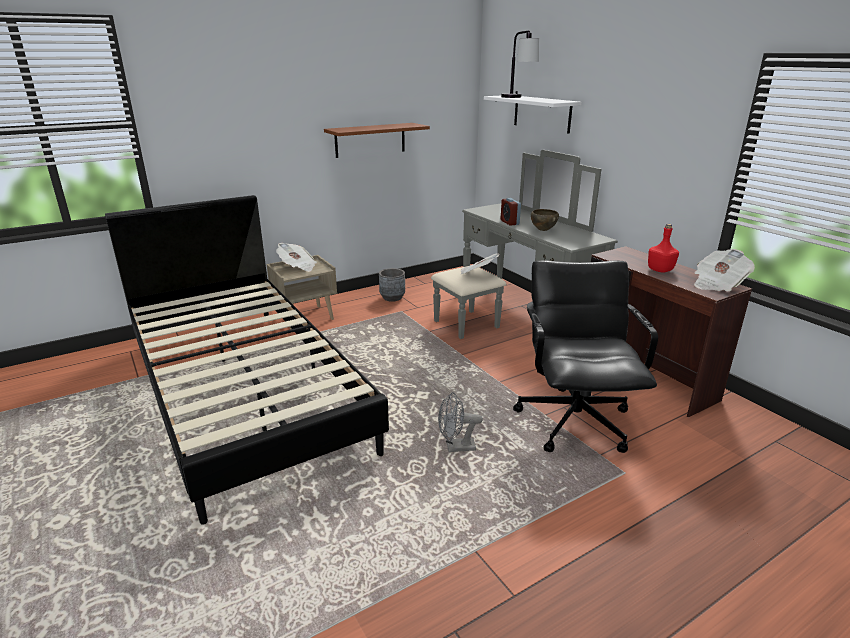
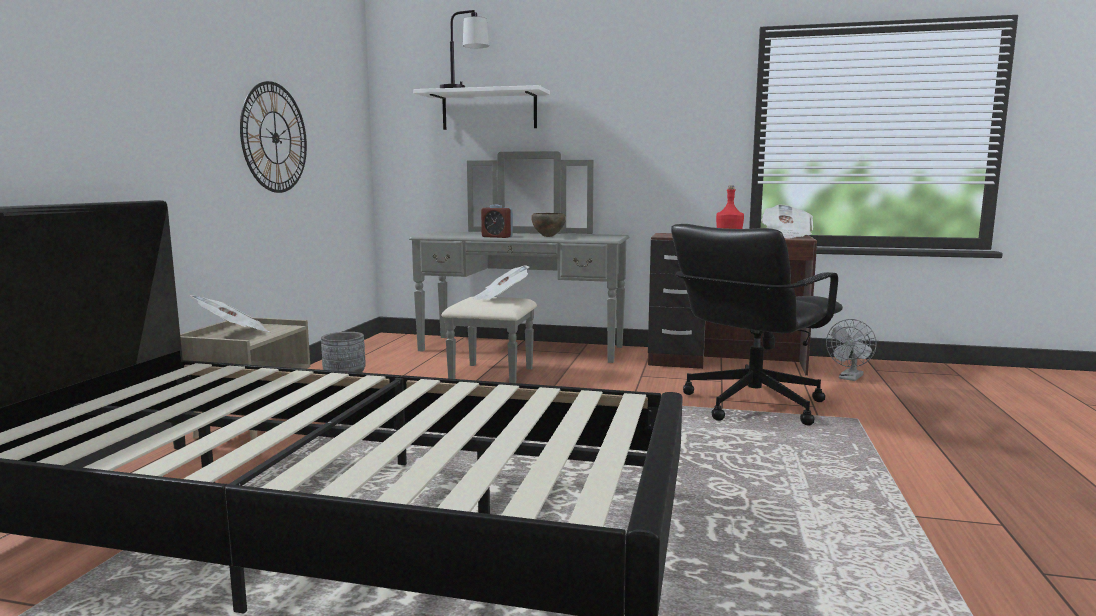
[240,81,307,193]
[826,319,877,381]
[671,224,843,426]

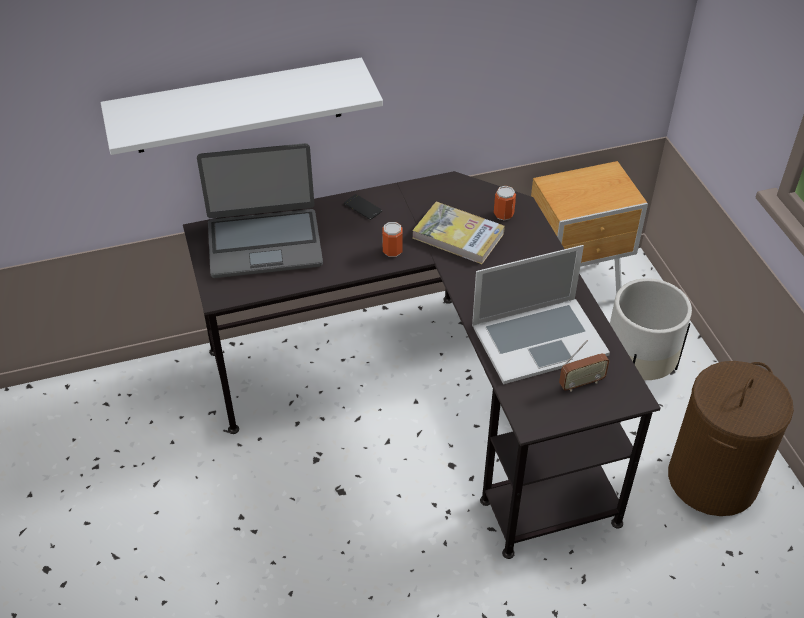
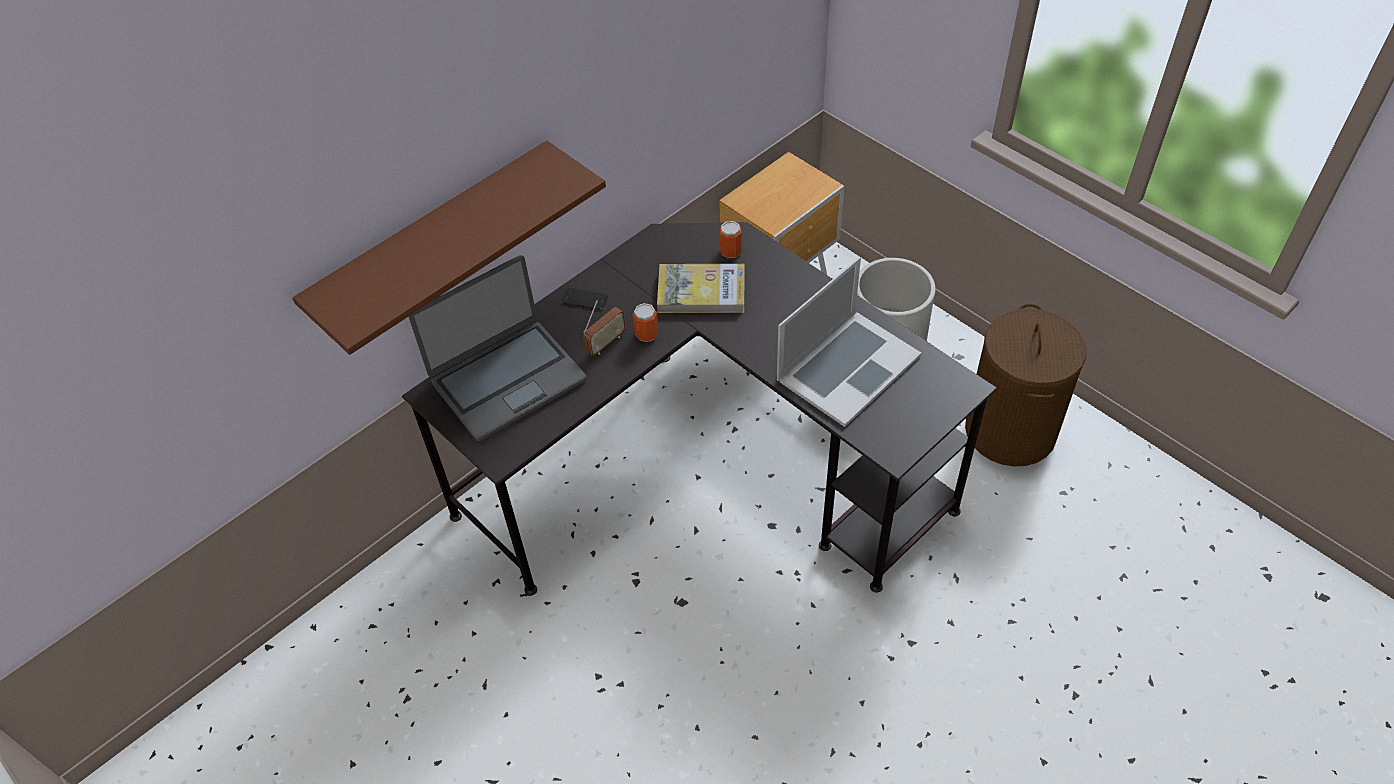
[292,140,606,355]
[583,300,626,356]

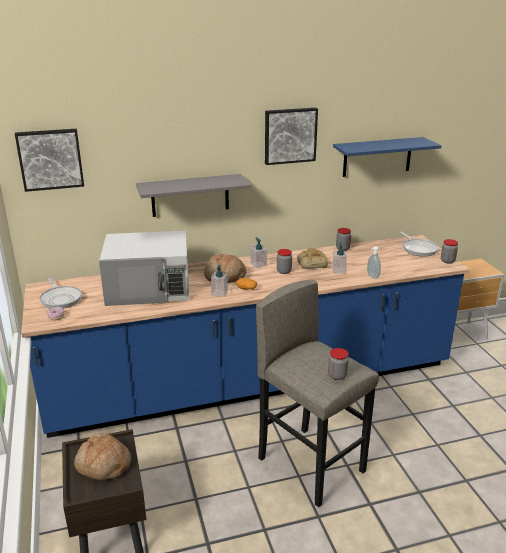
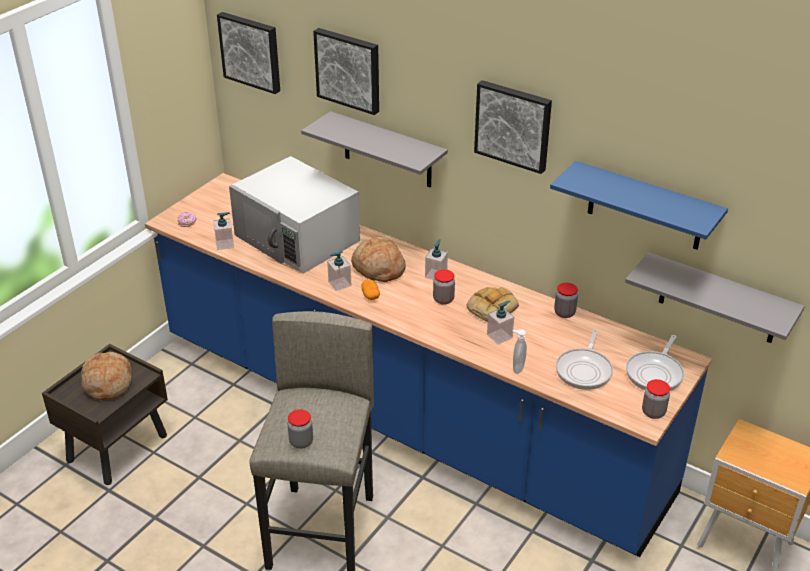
[556,330,613,390]
[213,212,234,250]
[313,28,379,115]
[625,252,805,343]

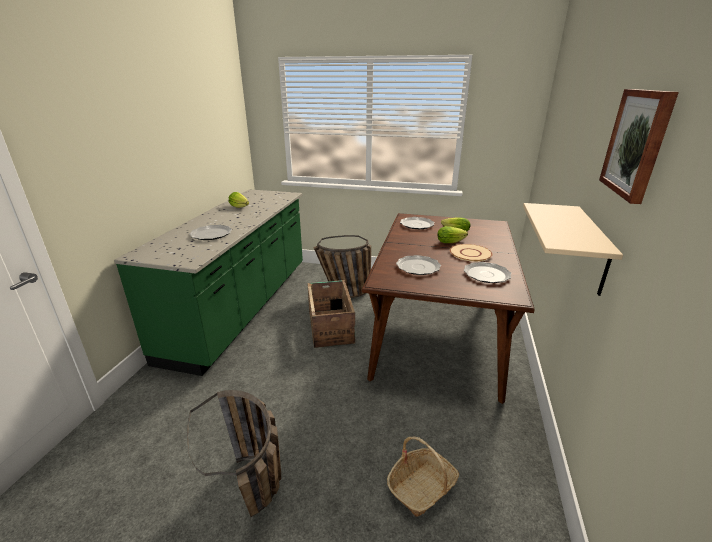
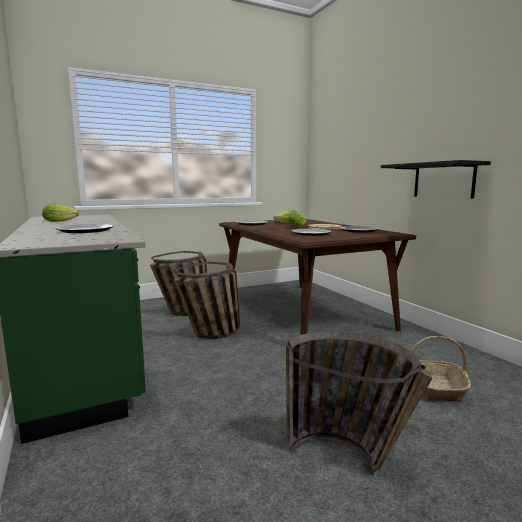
[173,262,240,339]
[381,160,491,199]
[599,89,679,204] (first image)

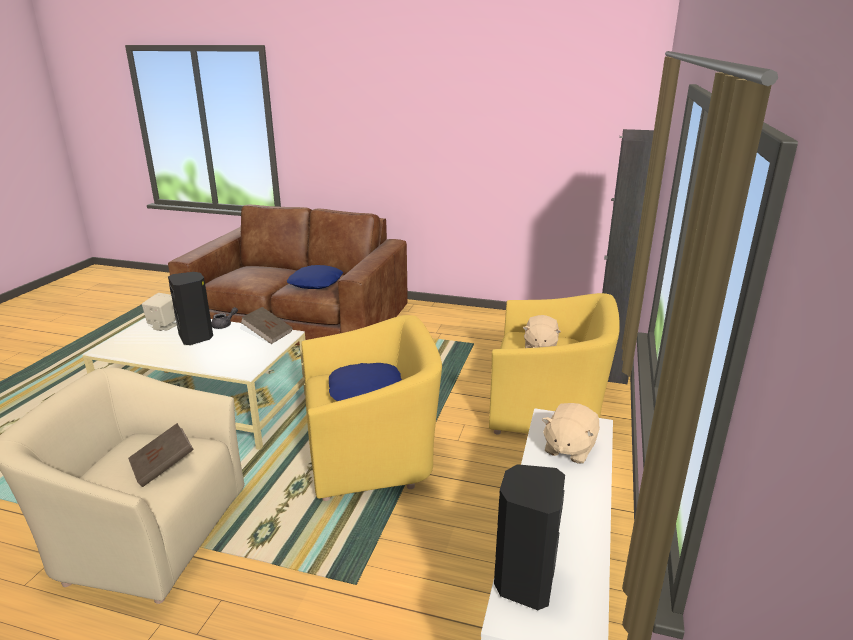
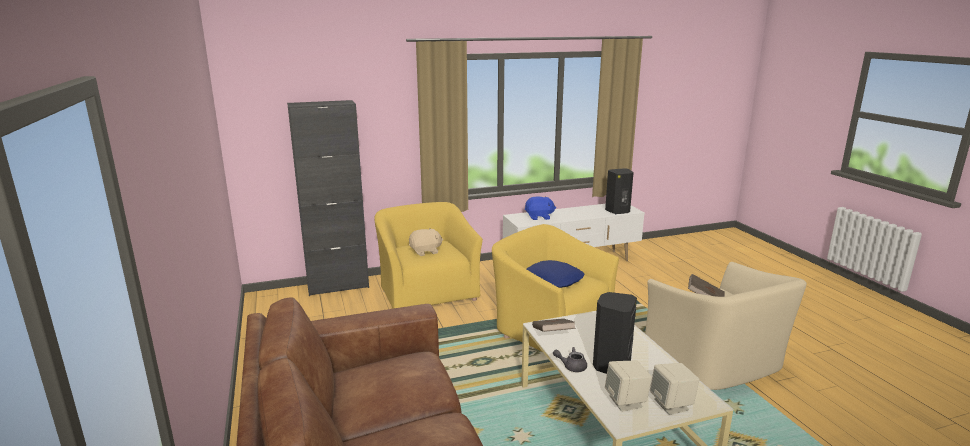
[287,265,343,289] (first image)
[525,196,556,220]
[650,363,699,415]

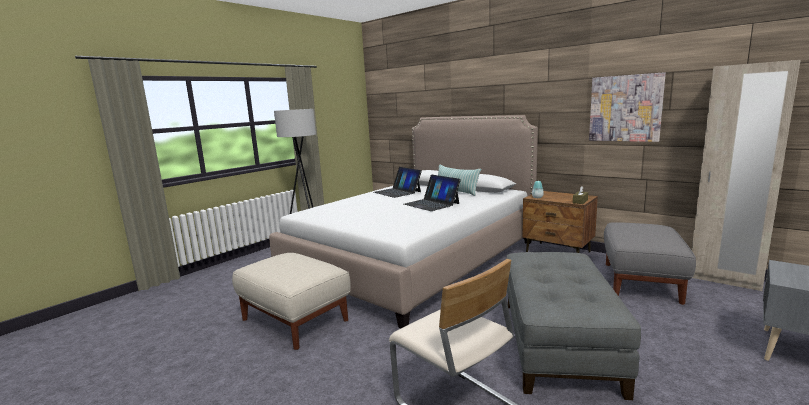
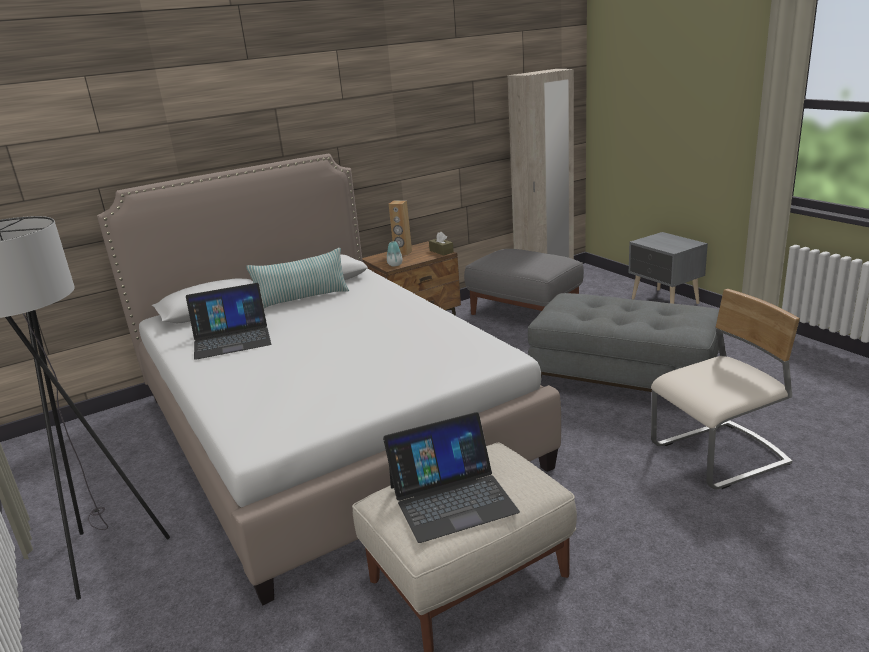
[383,412,520,543]
[589,72,666,142] (first image)
[389,201,412,255]

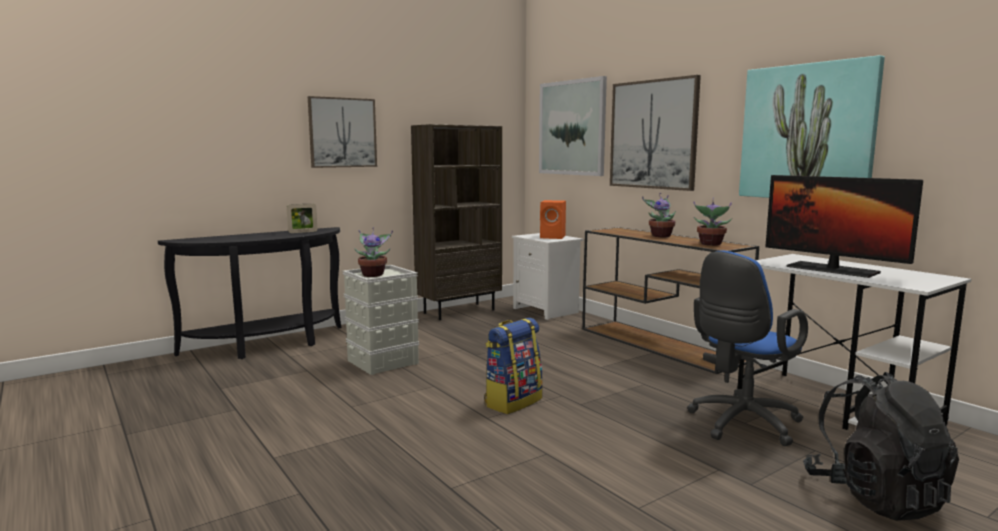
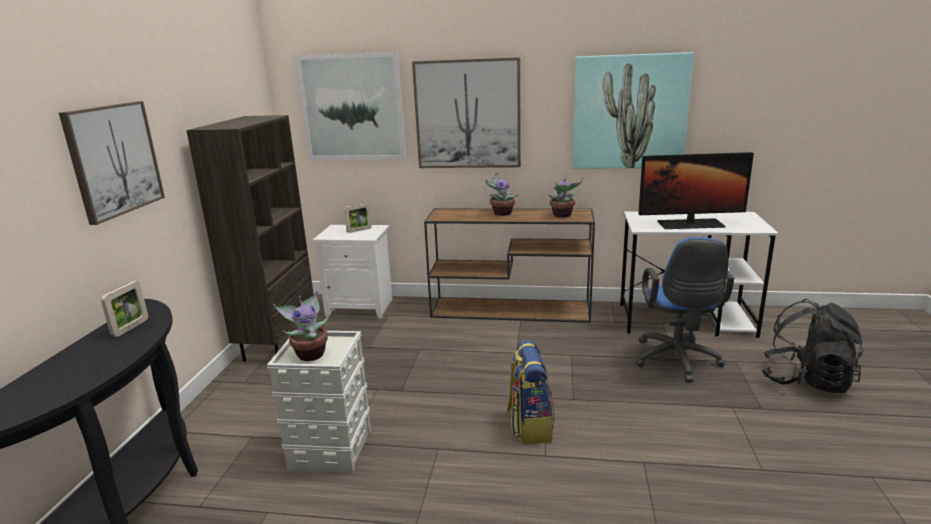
[344,203,372,233]

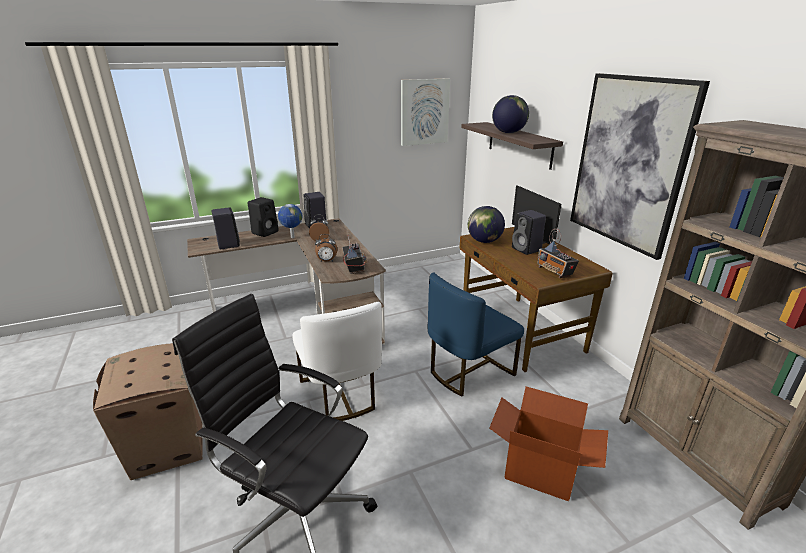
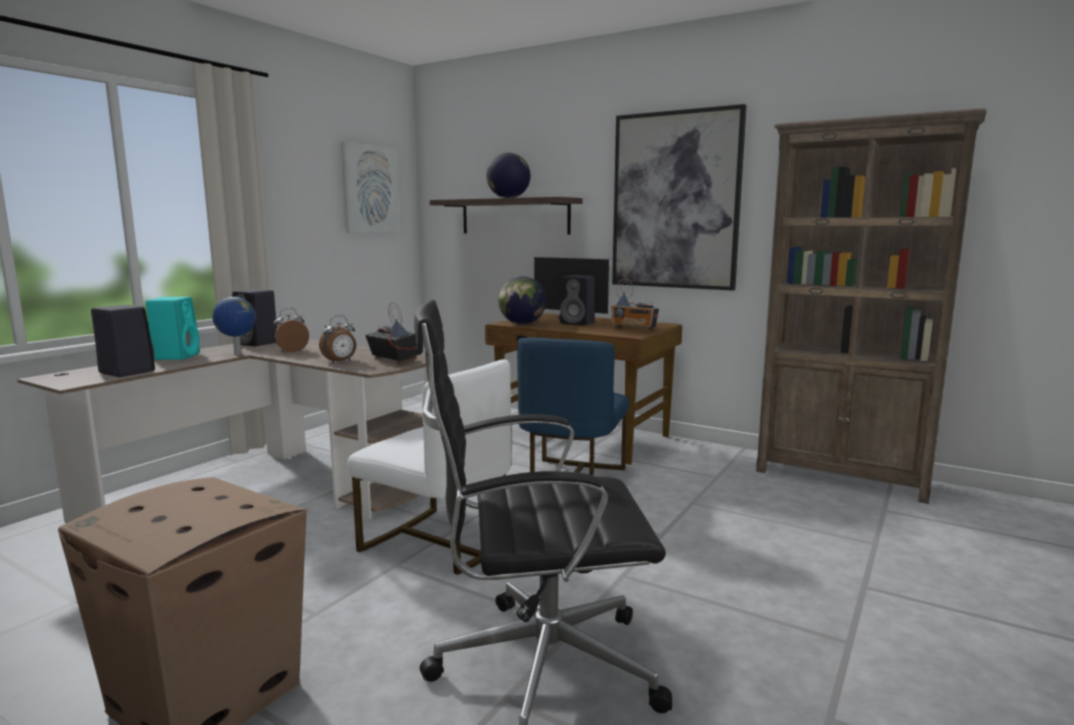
[146,297,200,360]
[490,386,608,501] (first image)

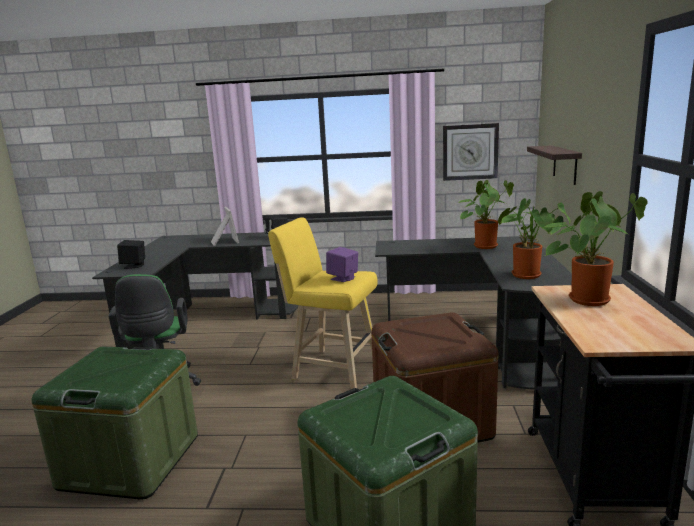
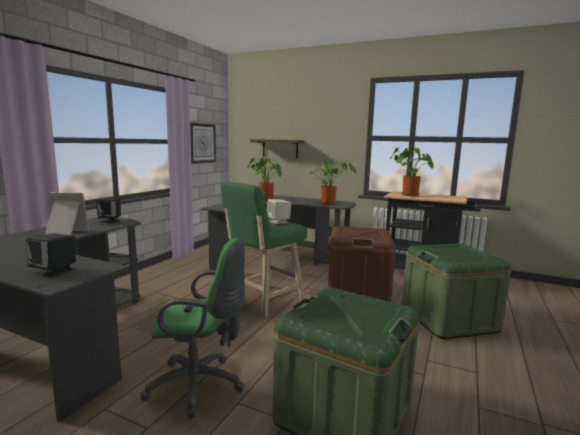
[221,182,307,317]
[267,199,291,224]

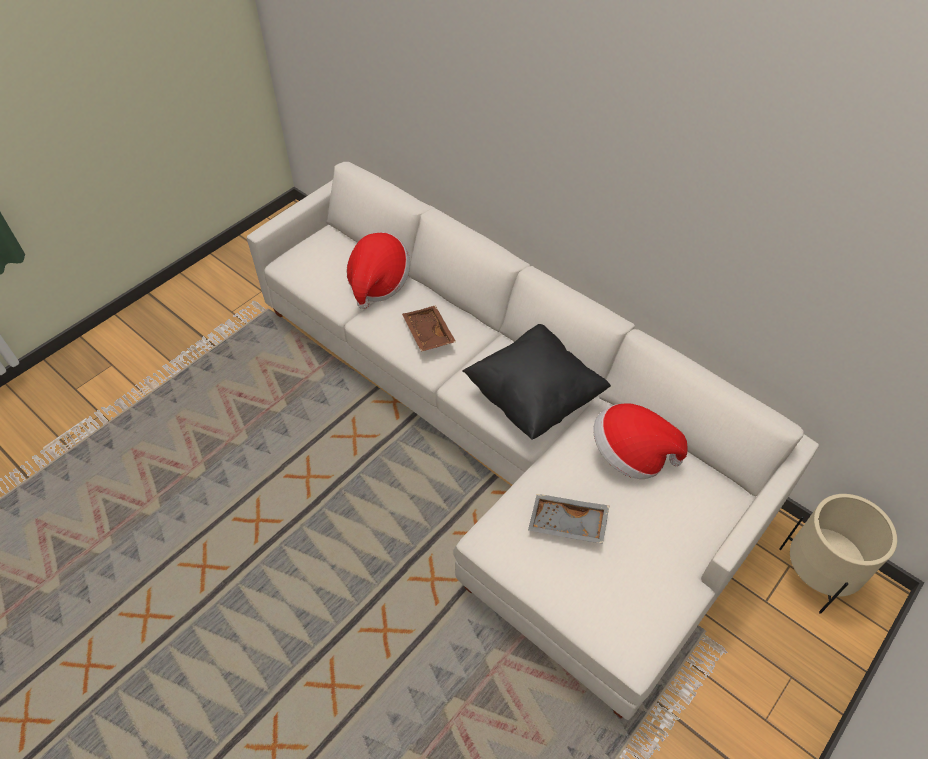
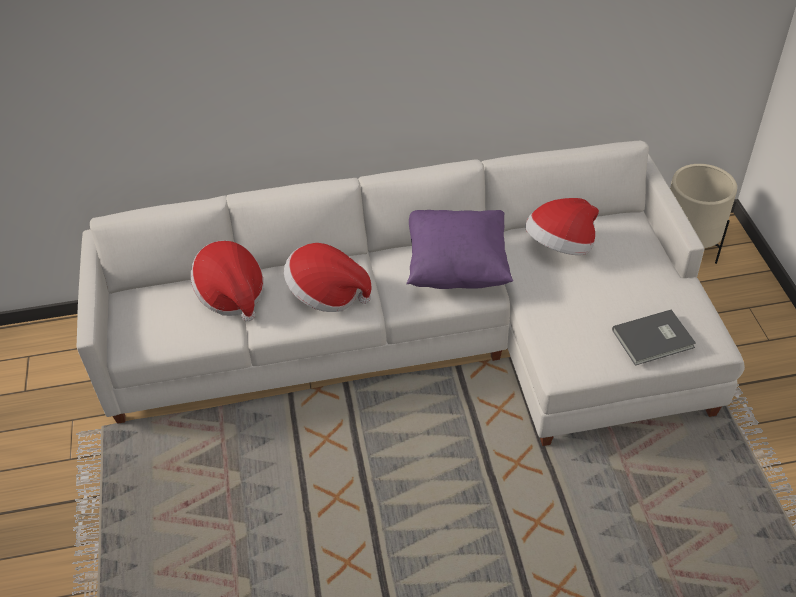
[284,243,372,312]
[406,210,513,289]
[528,494,609,544] (first image)
[612,309,696,366]

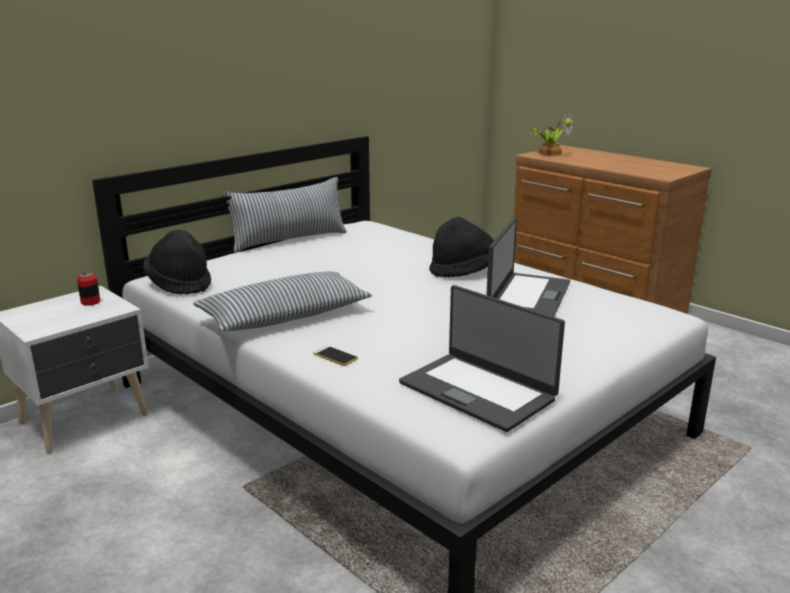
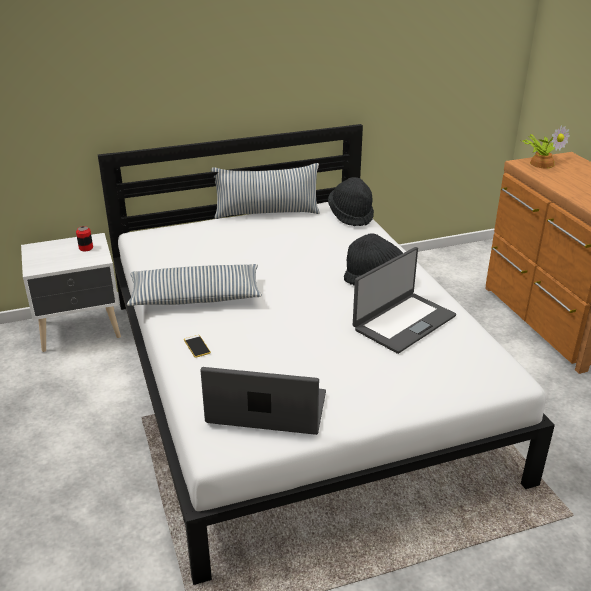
[328,177,374,226]
[200,367,326,435]

